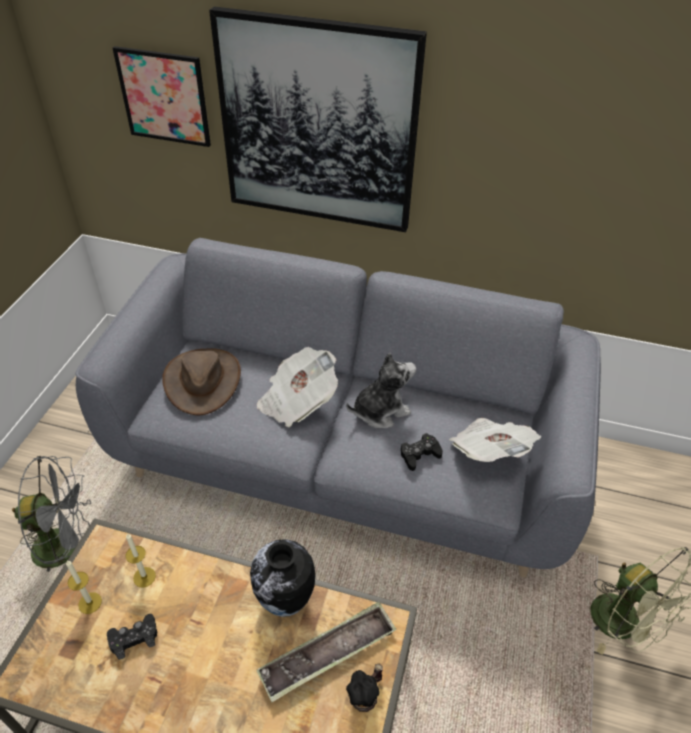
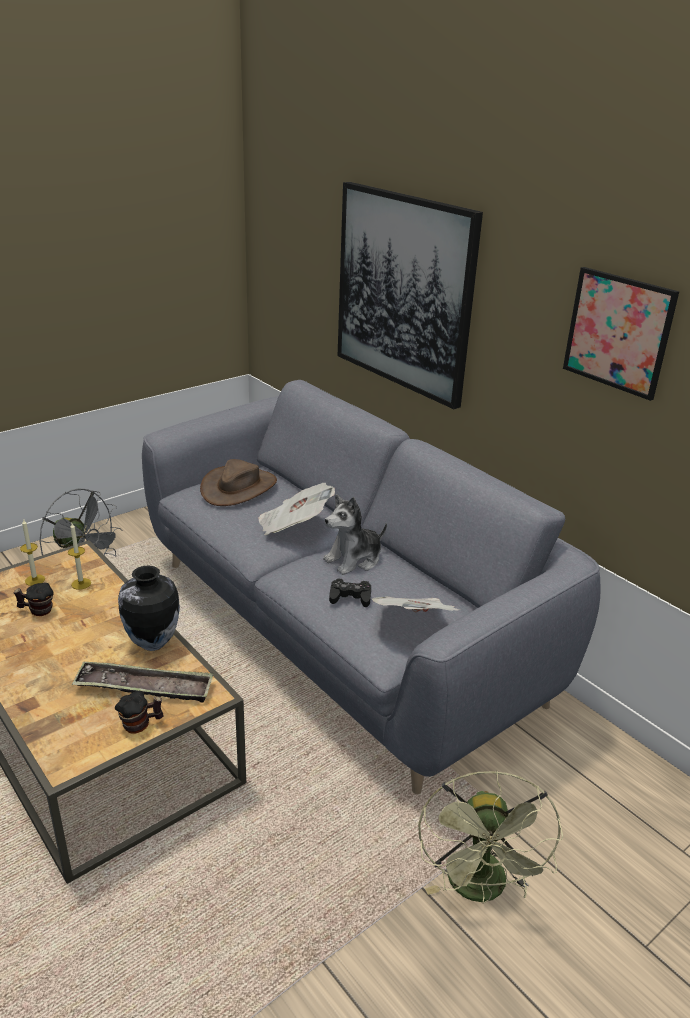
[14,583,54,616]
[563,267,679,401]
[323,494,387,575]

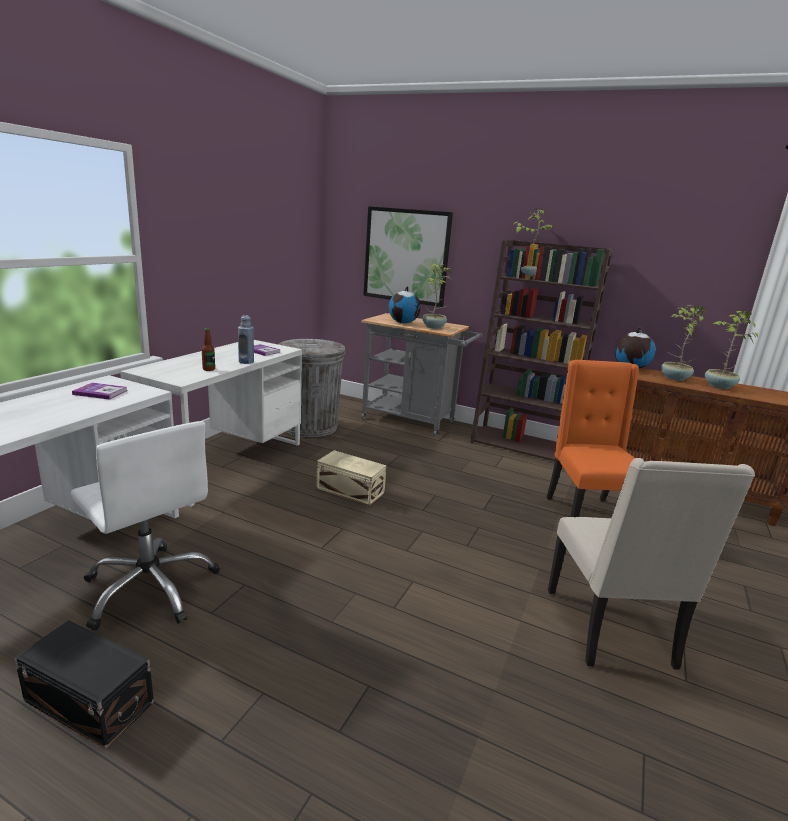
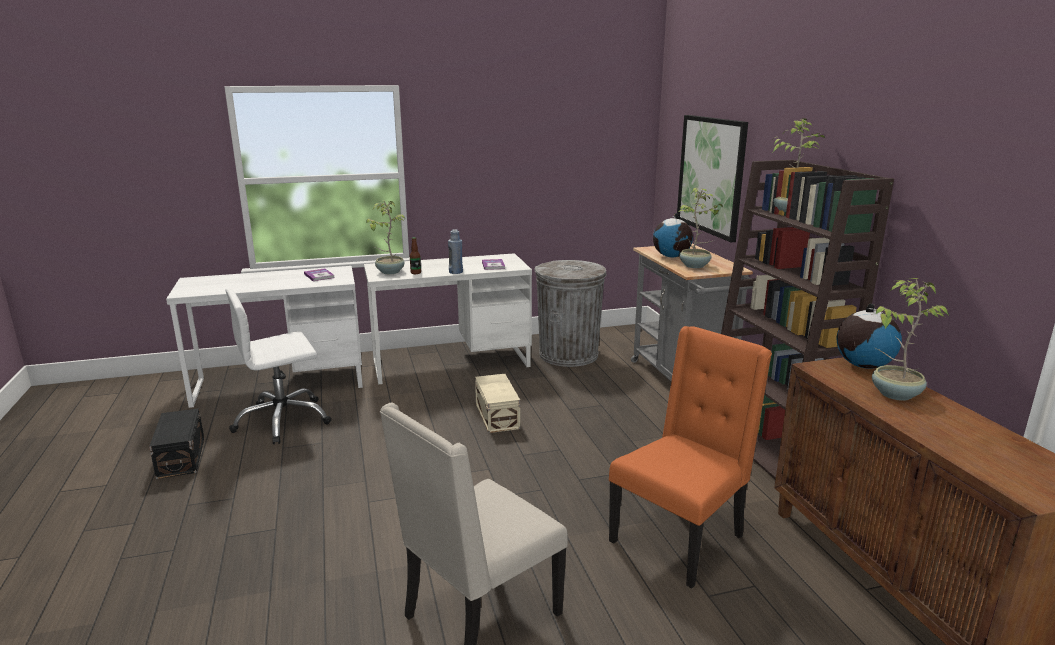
[225,288,332,444]
[366,200,405,274]

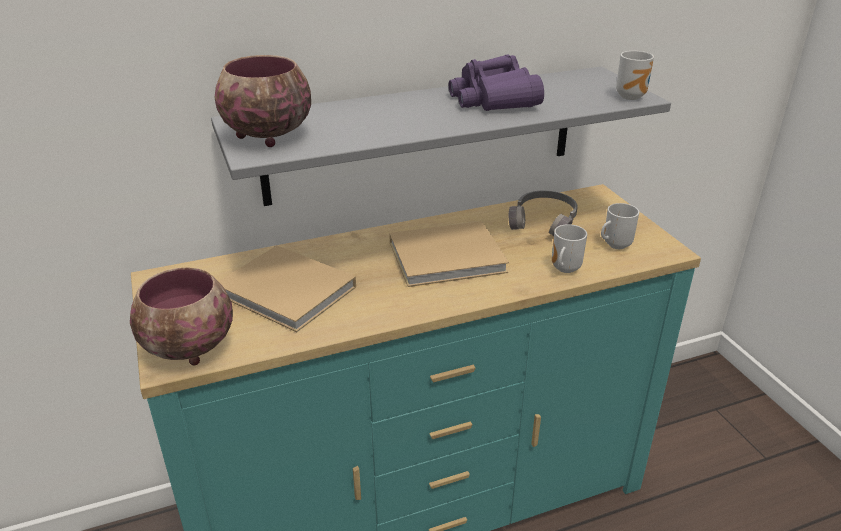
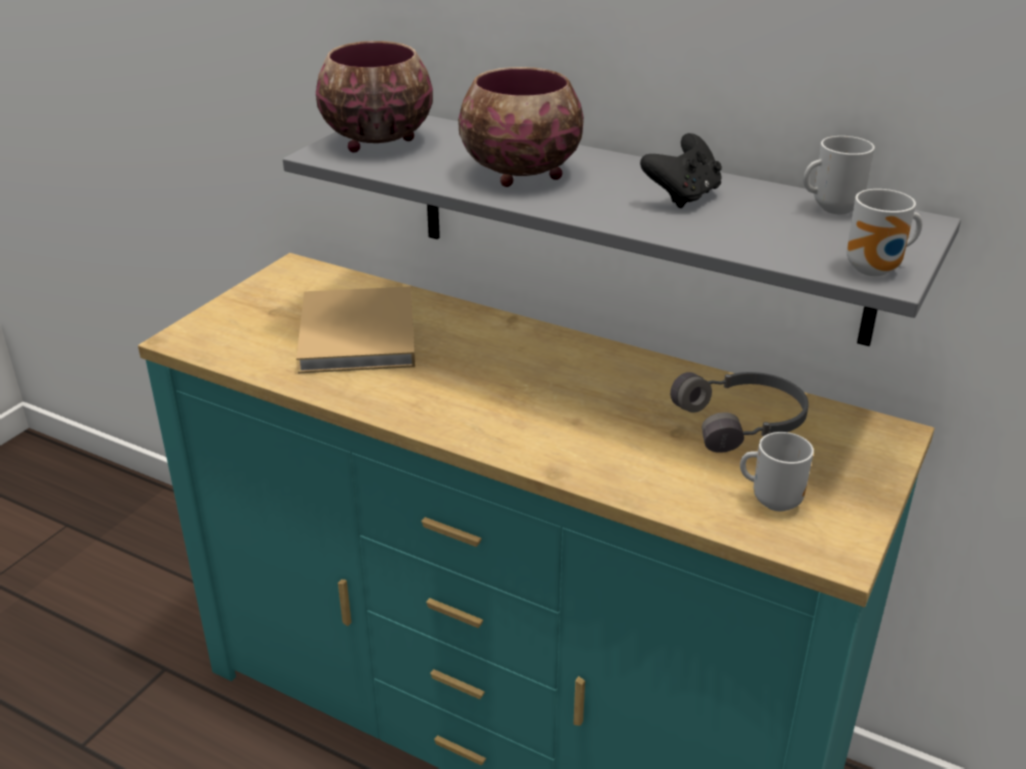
[458,67,584,187]
[389,221,509,287] (first image)
[640,133,722,208]
[803,136,875,214]

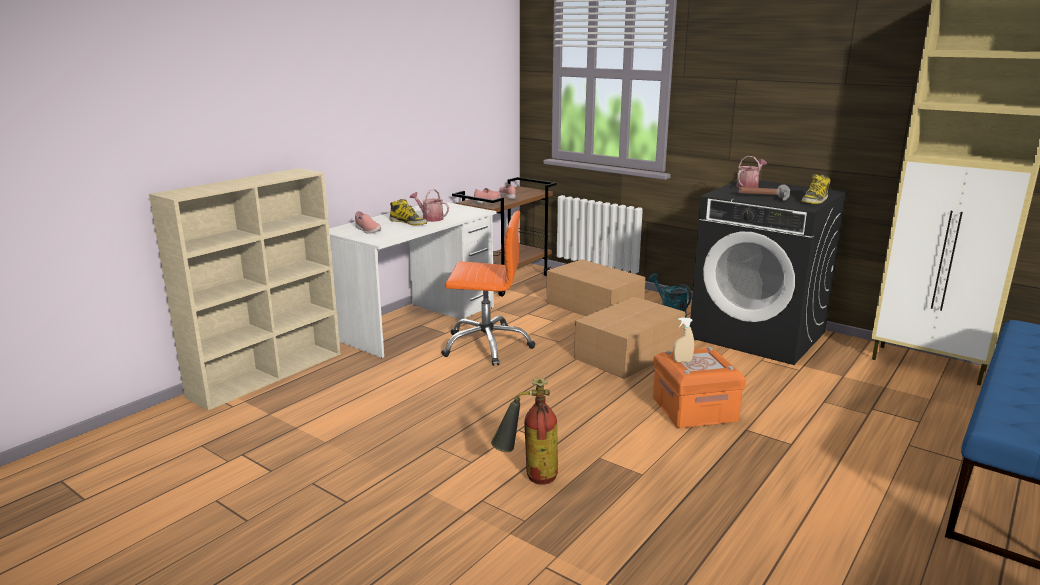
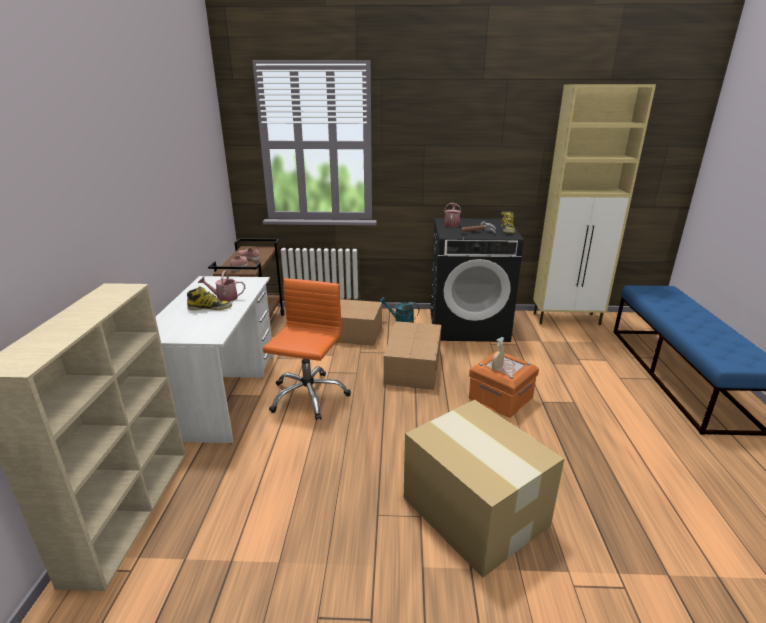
[355,211,381,234] (first image)
[263,278,351,420]
[404,400,565,578]

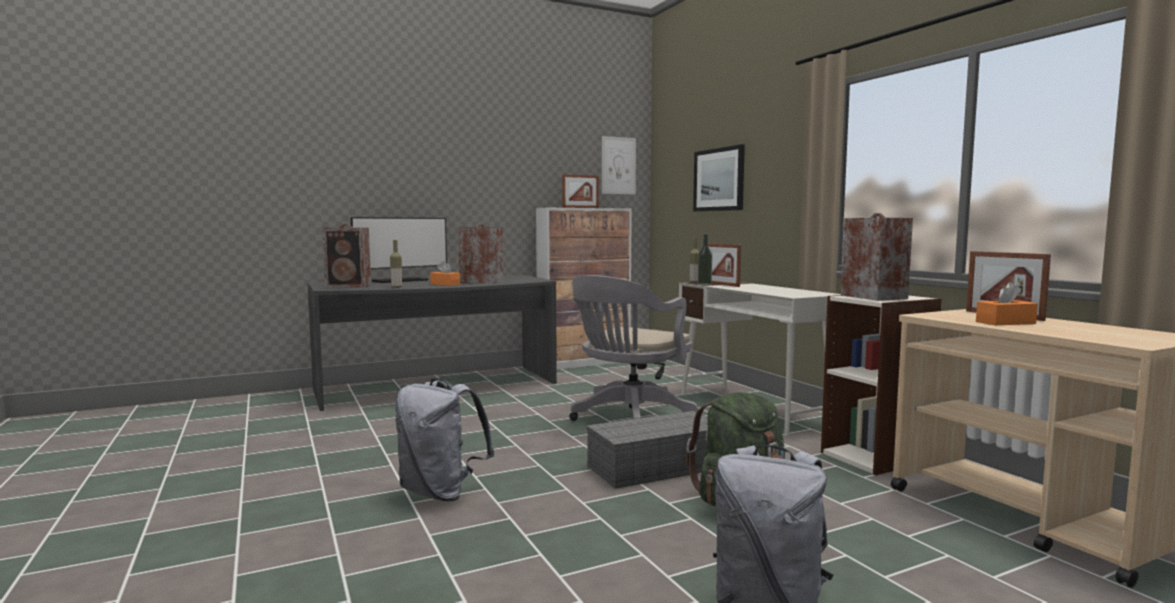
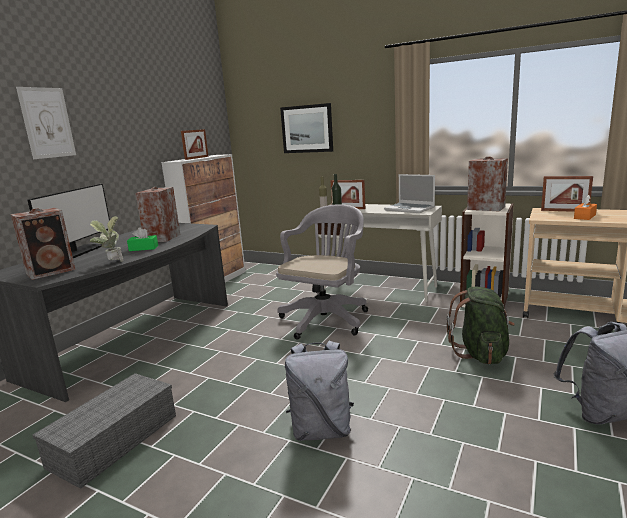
[90,216,124,262]
[127,227,158,251]
[276,204,368,339]
[33,373,176,489]
[16,87,76,159]
[384,174,435,213]

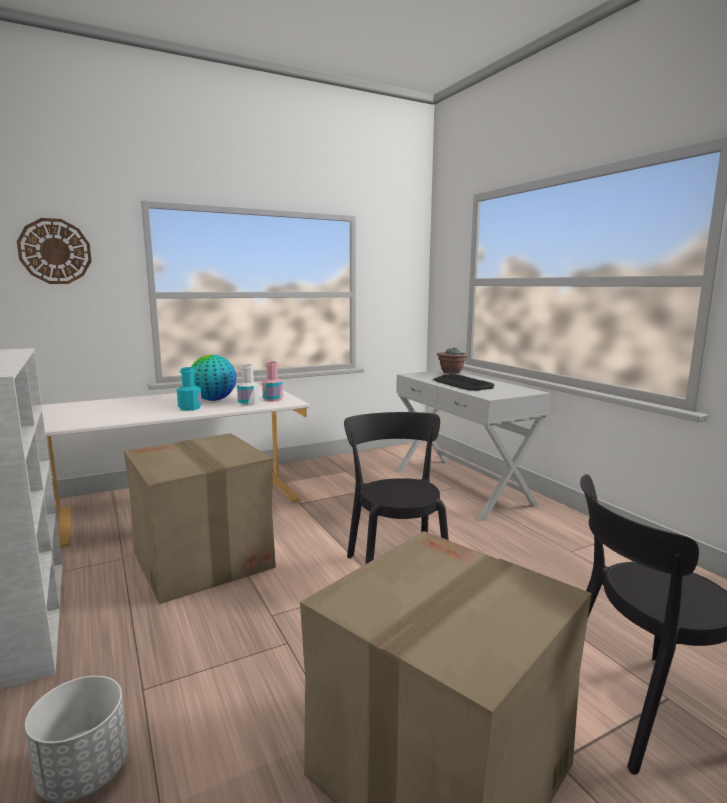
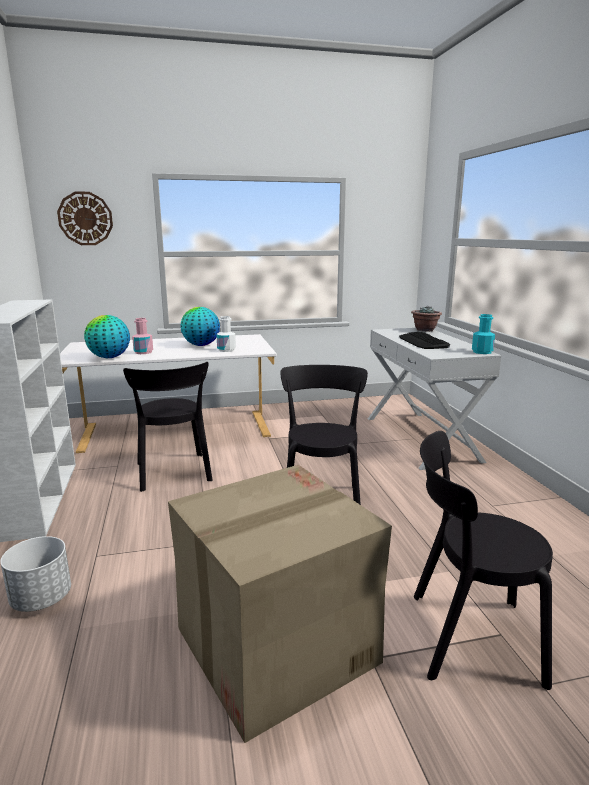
[123,362,212,492]
[472,314,495,354]
[132,318,153,354]
[84,315,130,358]

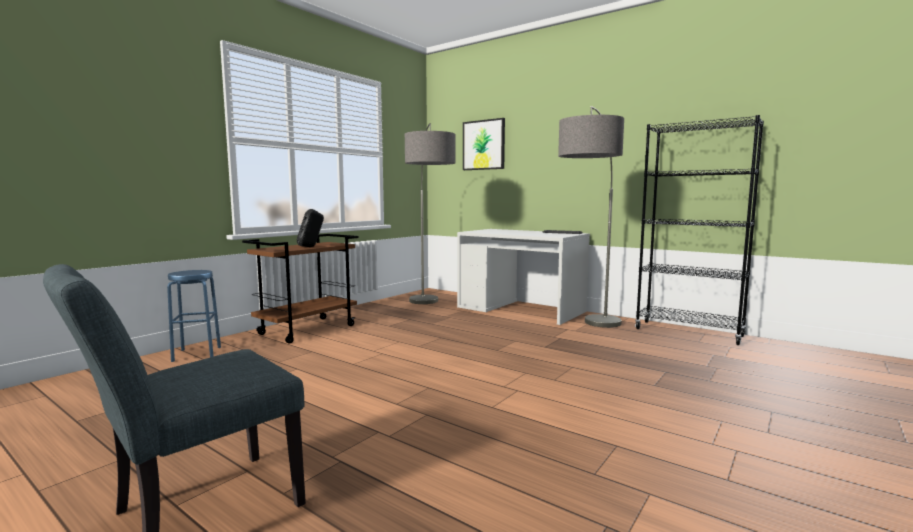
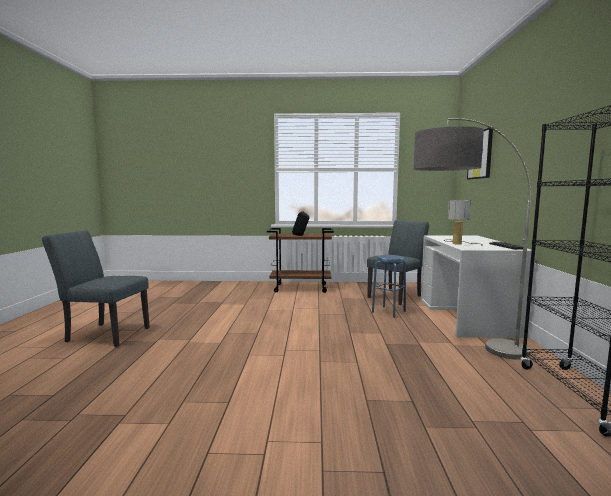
[372,255,406,318]
[367,220,429,305]
[446,200,483,246]

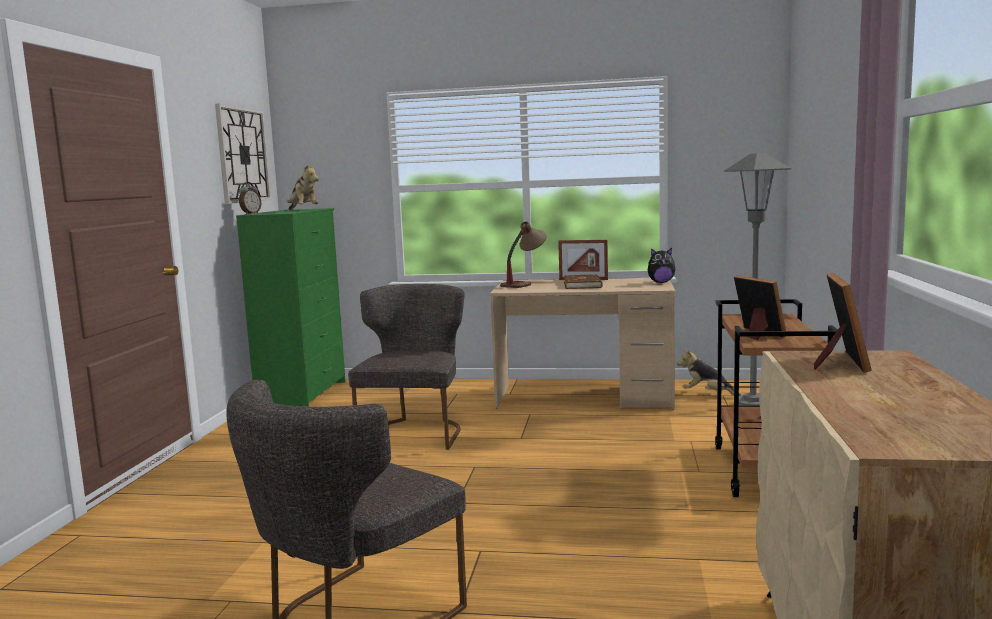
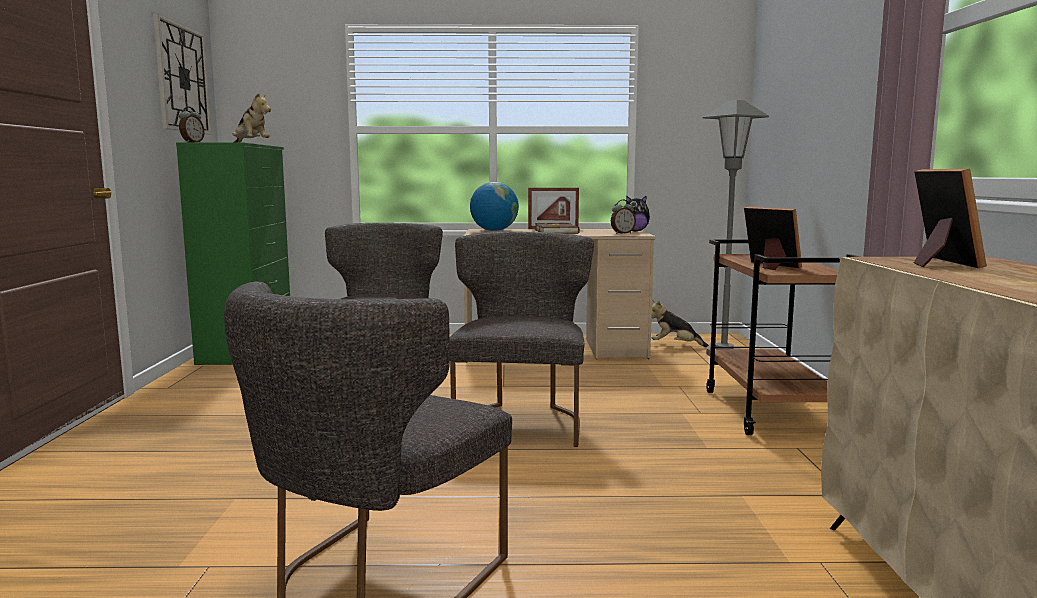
[470,182,519,231]
[450,232,594,447]
[611,200,636,234]

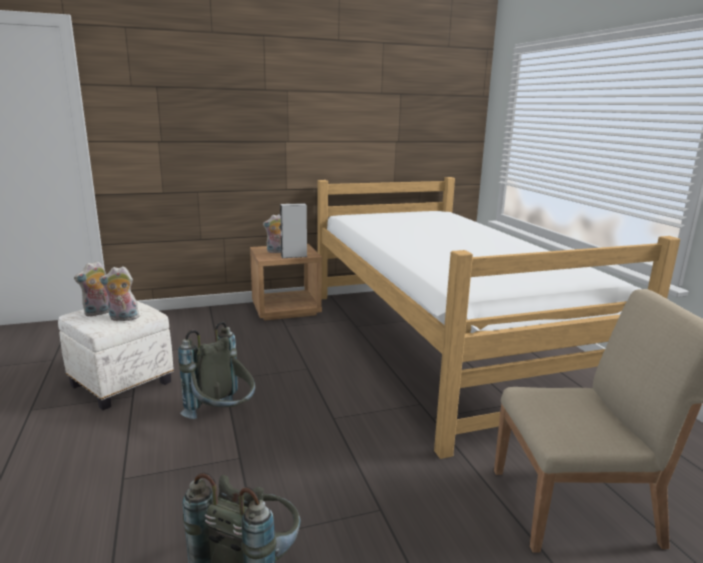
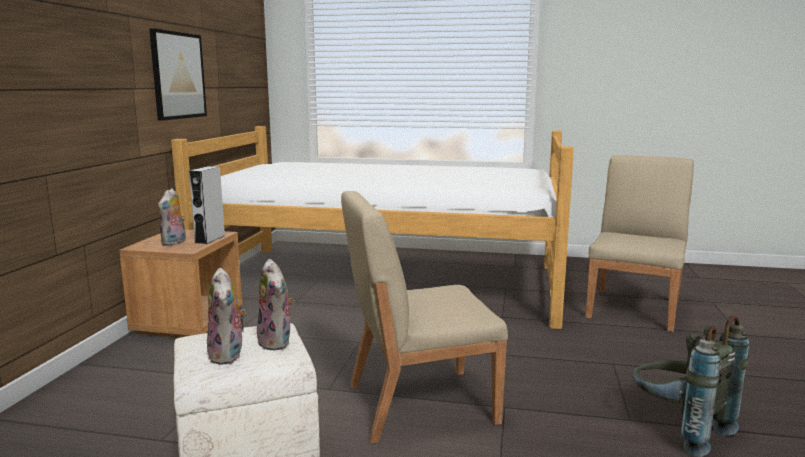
[257,259,294,351]
[341,191,508,443]
[149,28,207,121]

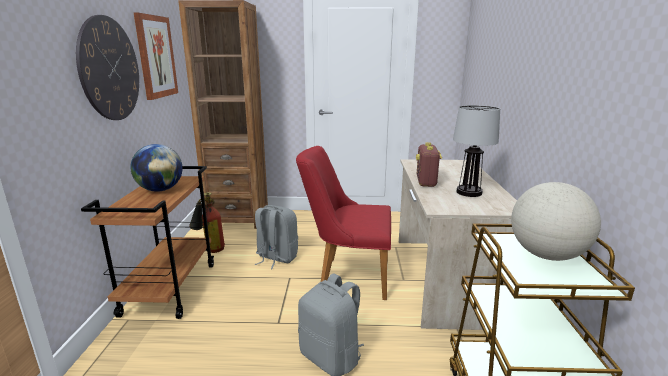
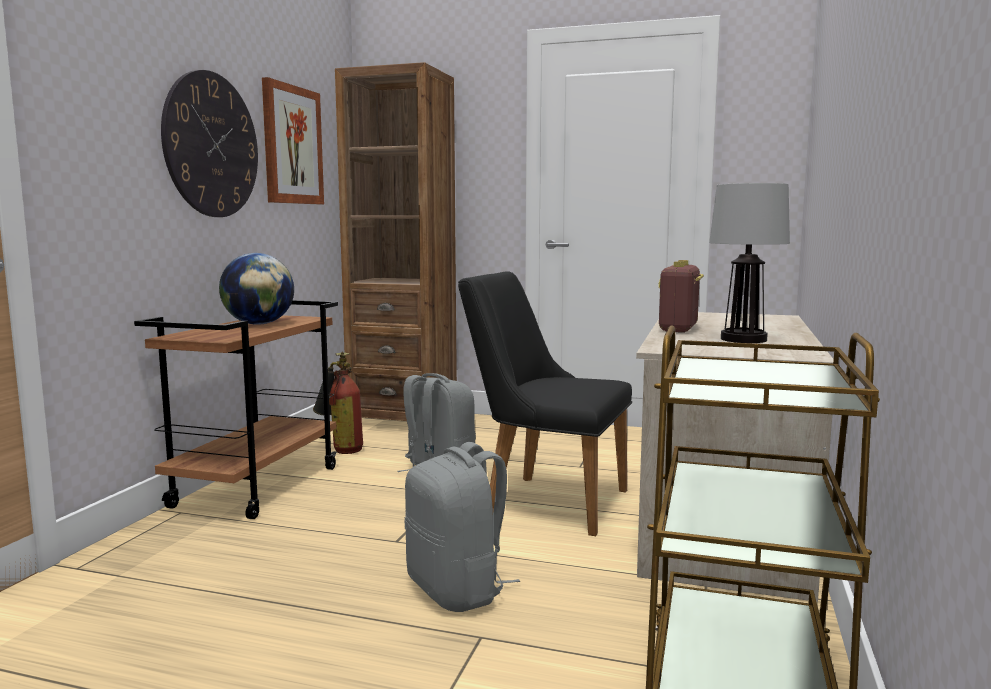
[458,271,632,536]
[511,182,601,261] (first image)

